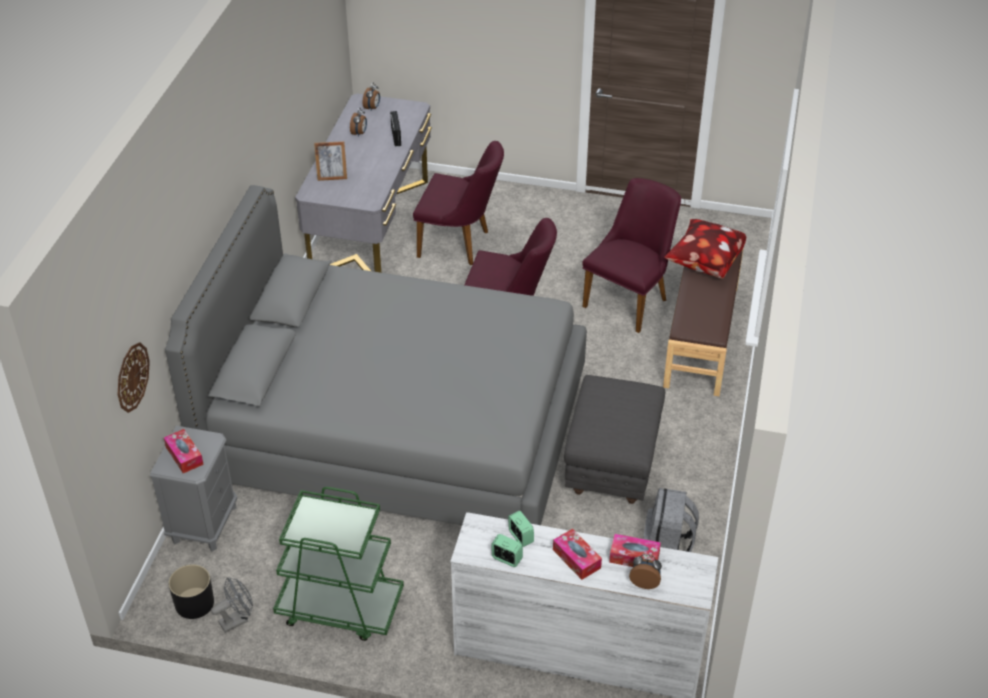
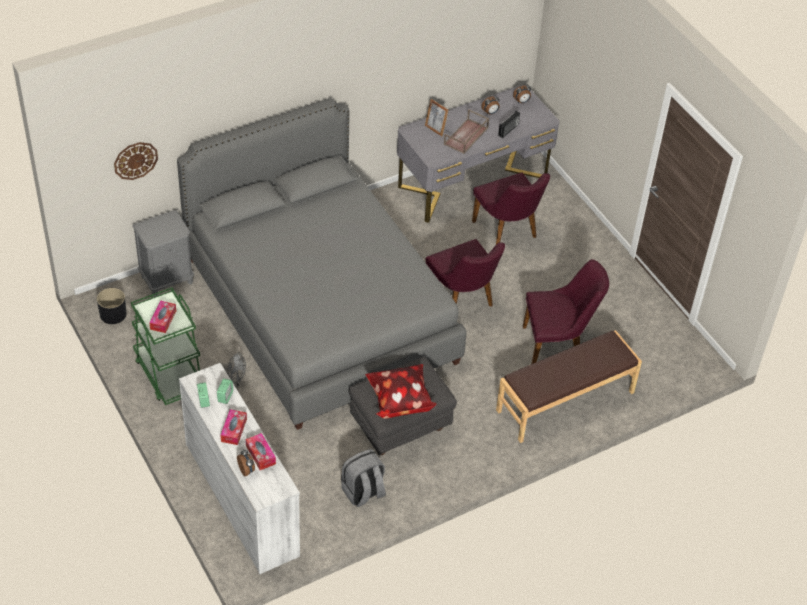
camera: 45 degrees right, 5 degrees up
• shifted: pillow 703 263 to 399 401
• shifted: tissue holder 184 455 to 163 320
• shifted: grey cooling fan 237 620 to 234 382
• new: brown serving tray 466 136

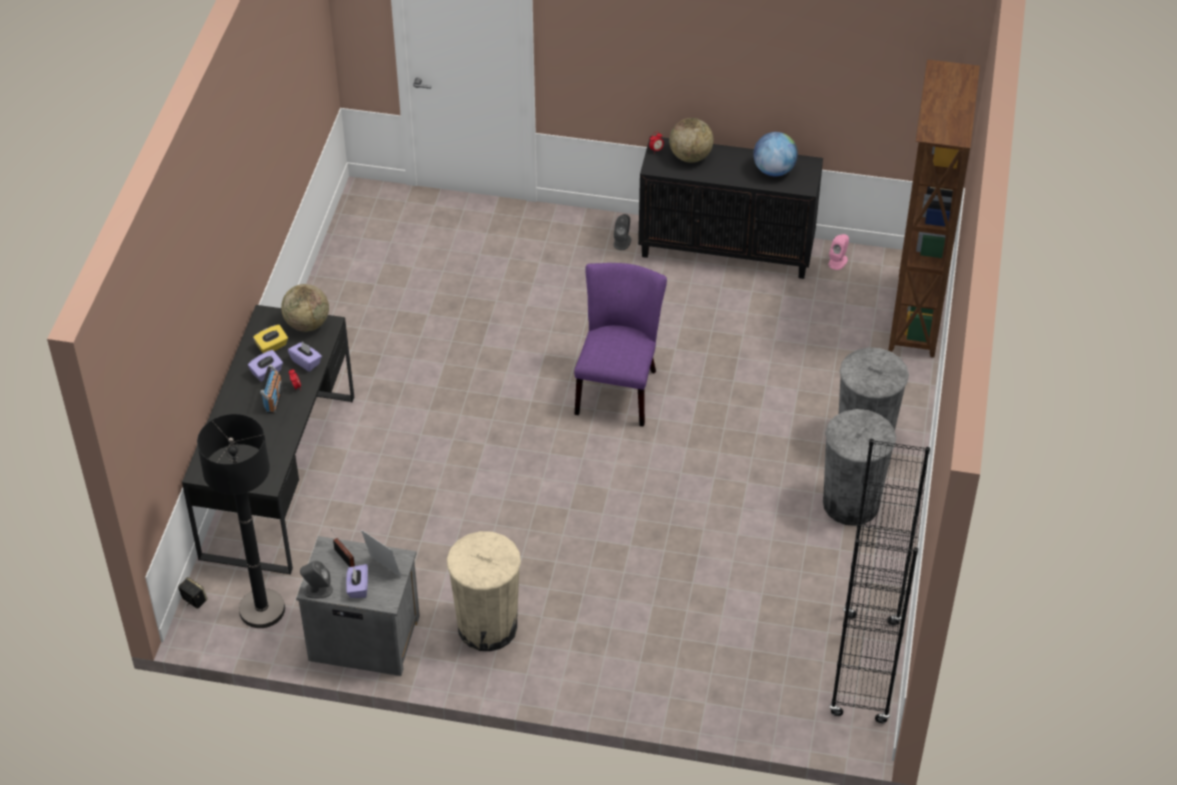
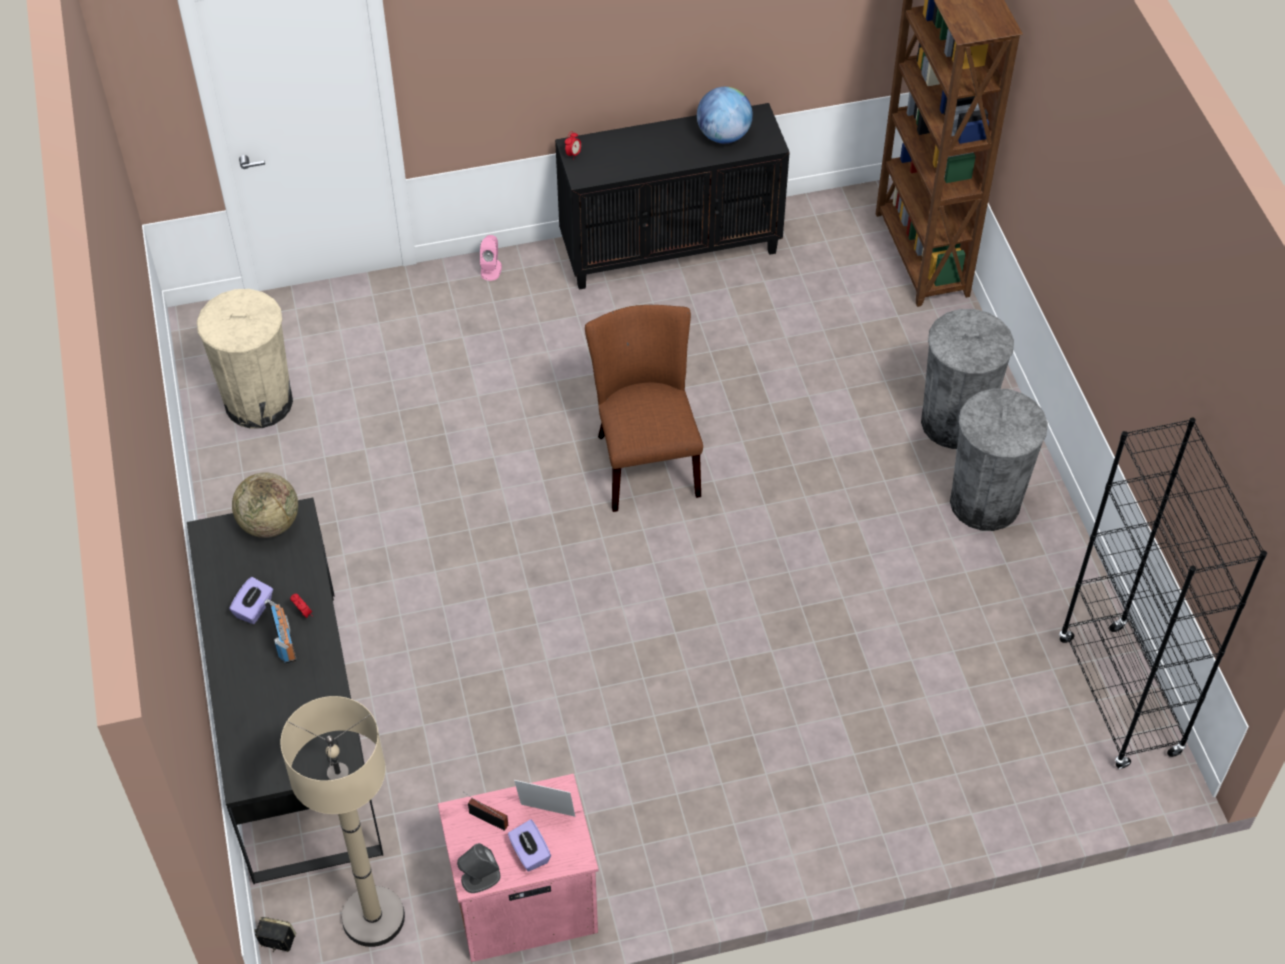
camera: 25 degrees left, 5 degrees up
• gone: world globe 690 156
• gone: grey audio speaker 622 241
• shifted: pink-coloured audio speaker 838 261 to 491 269
• repainted: purplish plain chair 618 388 to brown plain chair 644 459
• gone: yellow-coloured tissue holder 272 346
• gone: purplish tissue holder 306 362
• repainted: black-coloured standing lamp 262 609 to beige-coloured standing lamp 373 917
• shifted: beige-coloured waste bin 487 627 to 258 402
• repainted: grey bedside table 363 637 to pink-coloured bedside table 521 900

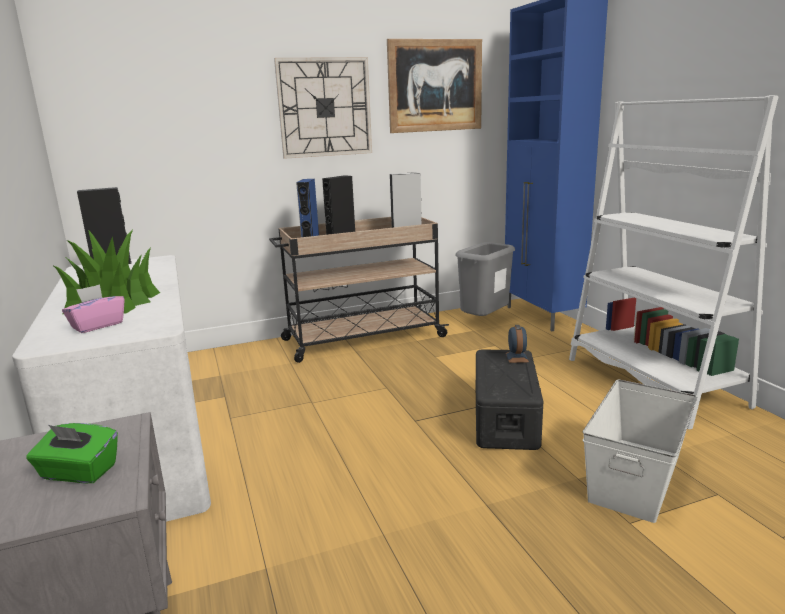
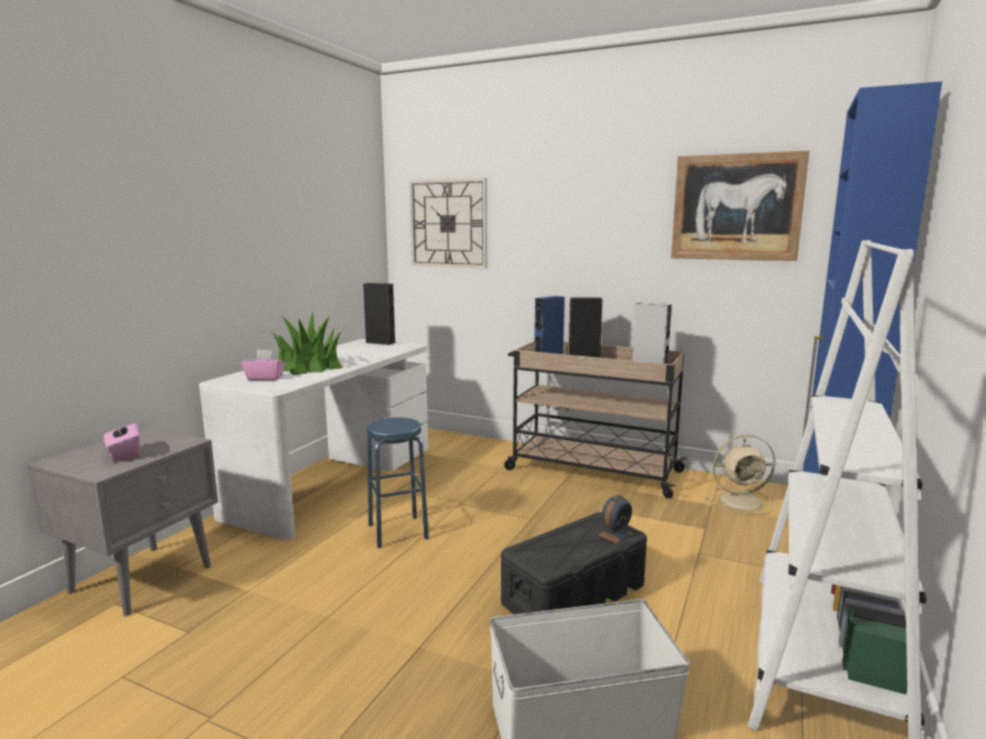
camera: 45 degrees right, 5 degrees down
• shifted: clock on the wall 324 107 to 448 223
• swapped: grey waste bin 484 322 to beige-coloured cooling fan 742 501
• repainted: green tissue holder 78 472 to pink-coloured tissue holder 124 454
• new: blue-coloured sitting stool 398 532

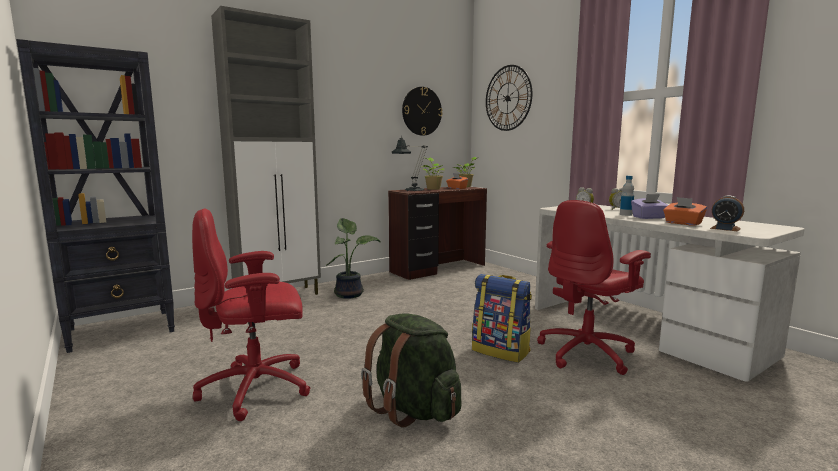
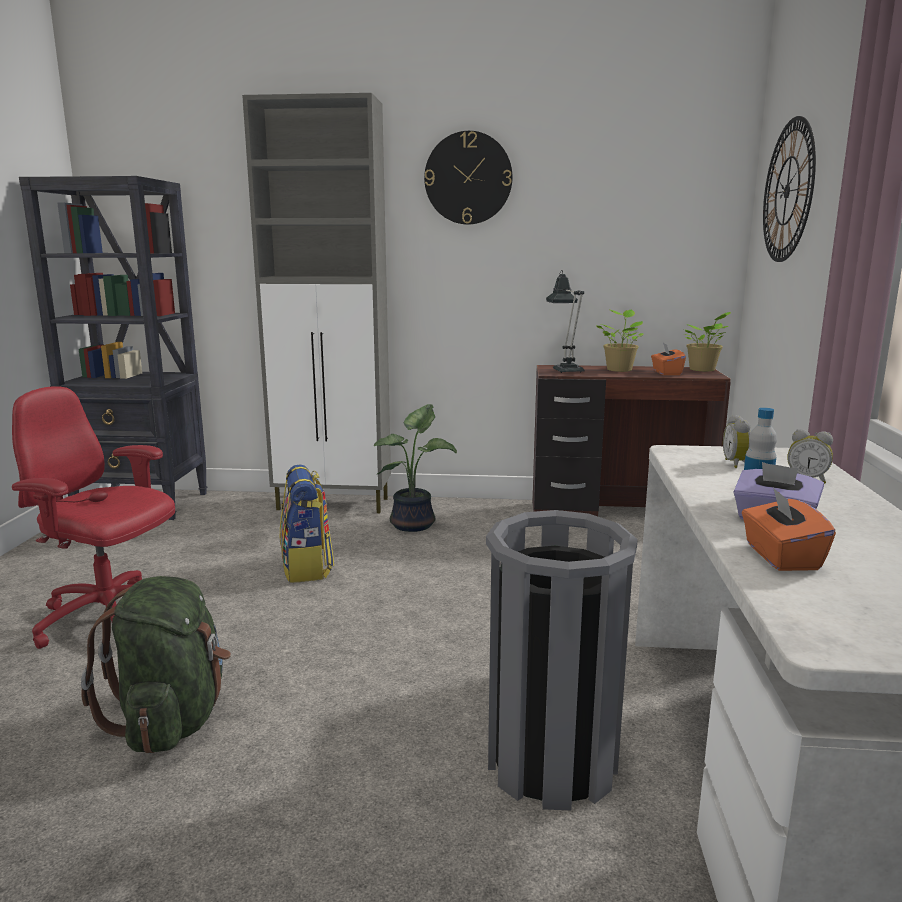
camera: 40 degrees right, 5 degrees up
• shifted: clock on the wall 421 111 to 468 178
• gone: alarm clock 725 228
• swapped: red office chair 587 353 to grey waste bin 551 763
• shifted: backpack 501 351 to 307 567

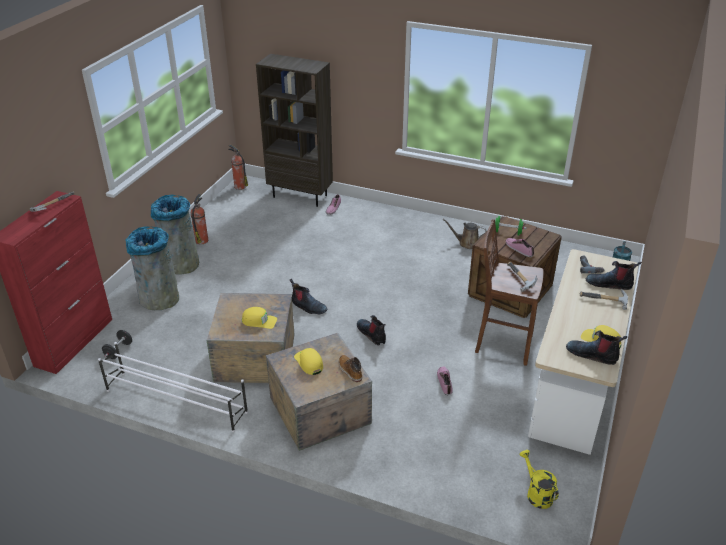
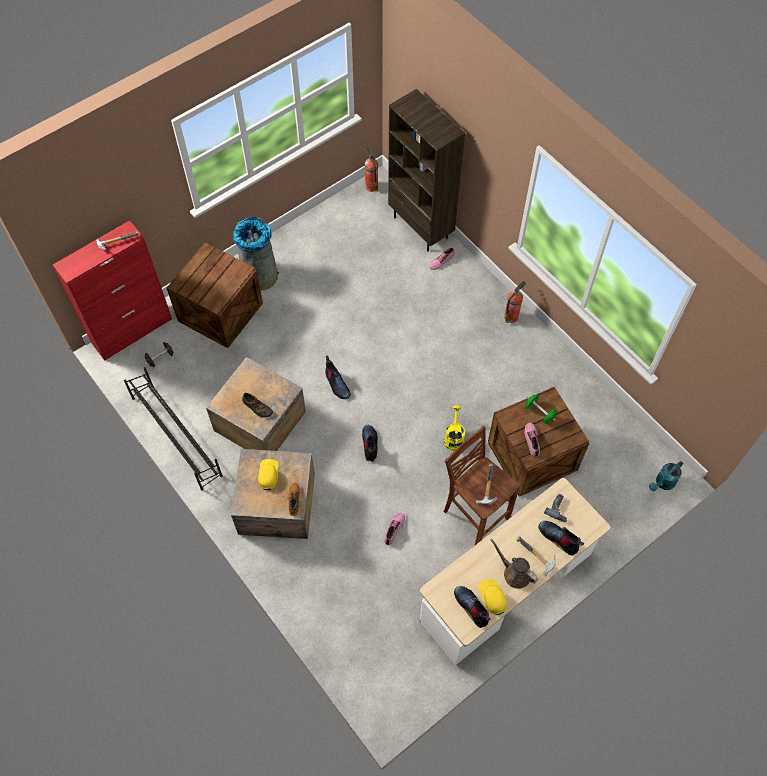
camera: 30 degrees right, 25 degrees up
• shifted: extinguisher 202 240 to 511 316
• shifted: brown watering pot 466 243 to 514 573
• swapped: grey waste bin 159 298 to packing crate 220 311
• swapped: yellow-coloured baseball cap 259 321 to brown shoe 257 407
• repainted: whitish shoe shelf 175 401 to black-coloured shoe shelf 176 435
• shifted: yellow-coloured watering pot 536 493 to 454 437

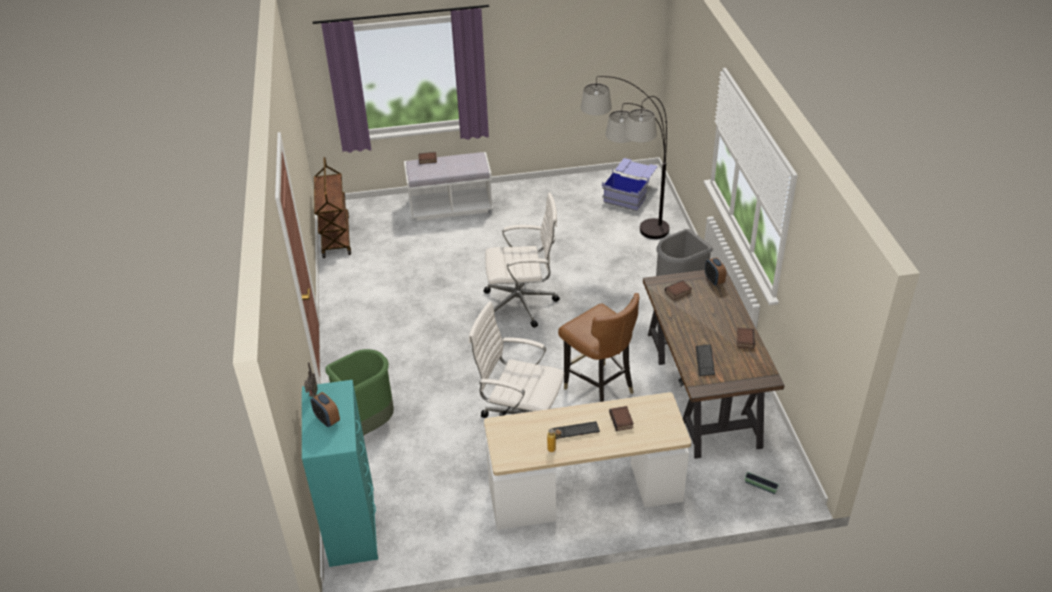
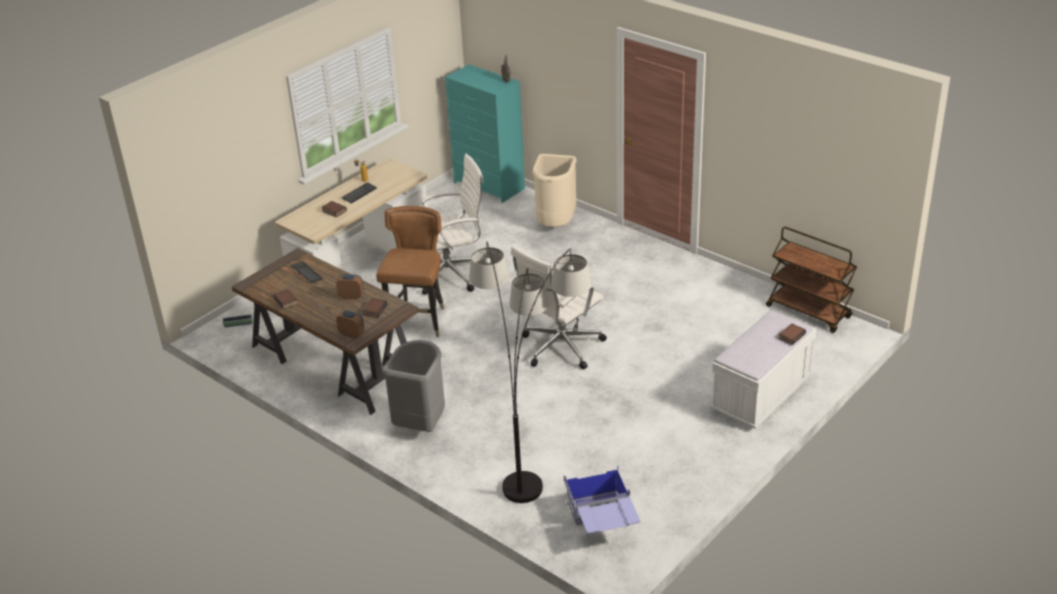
camera: 140 degrees right, 5 degrees down
• rotated: brown plain chair 599 388 = 418 322 90 degrees clockwise
• repainted: green waste bin 367 425 to beige-coloured waste bin 556 224
• shifted: alarm clock 327 420 to 351 296

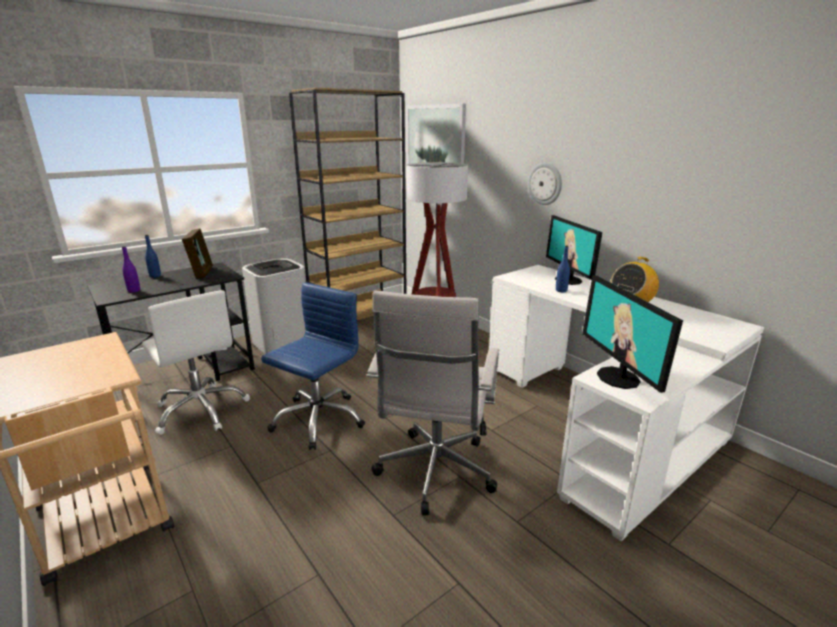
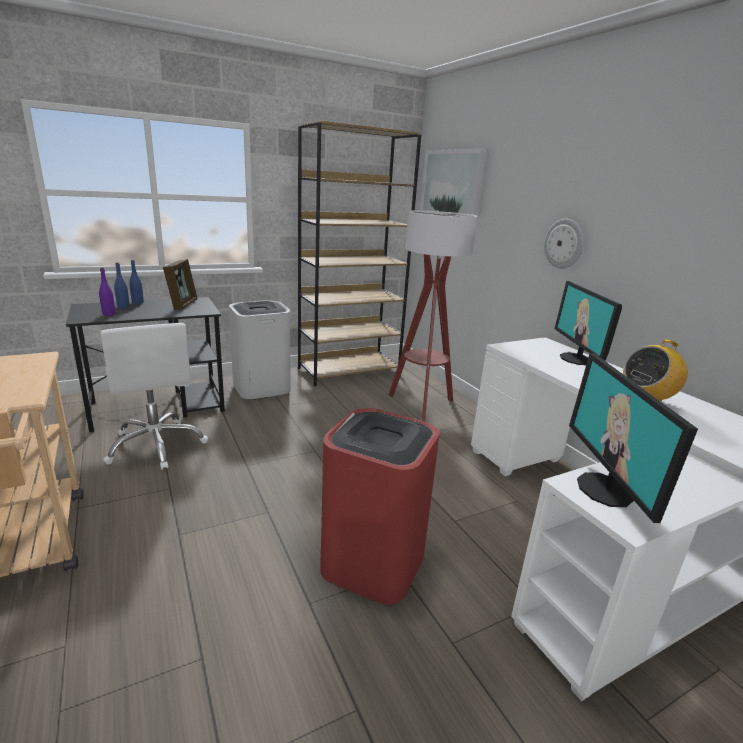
camera: 10 degrees right, 0 degrees up
• shifted: blue-coloured beverage bottle 561 290 to 123 307
• gone: blue-coloured office chair 318 419
• swapped: whitish office chair 434 474 to red waste bin 372 562

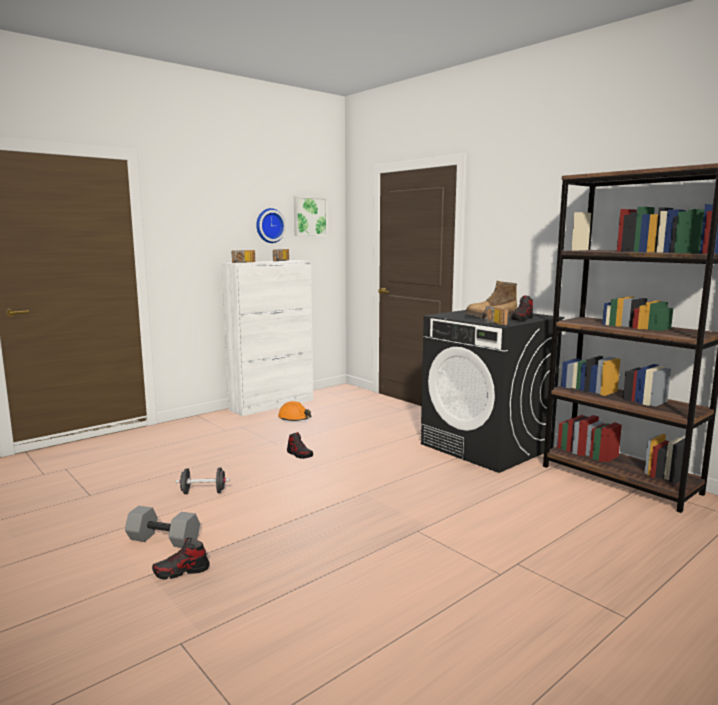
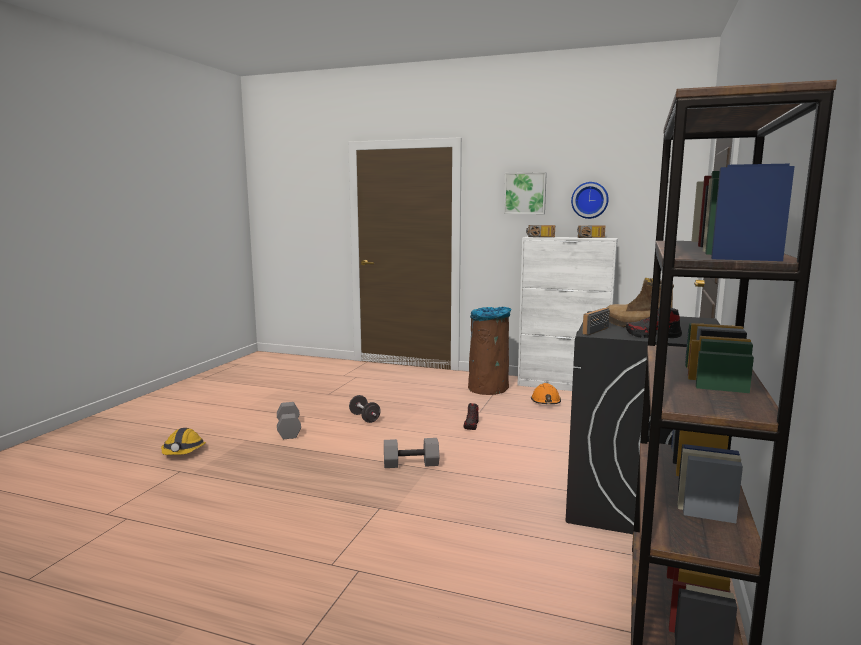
camera: 60 degrees right, 0 degrees up
• shifted: wall art 309 216 to 525 193
• gone: shoe 181 571
• new: brown waste bin 488 388
• new: work helmet 183 451
• new: grey free weight 410 464

